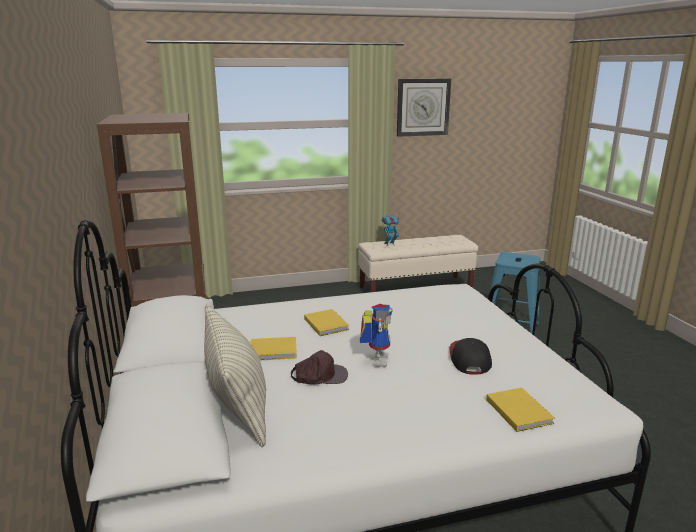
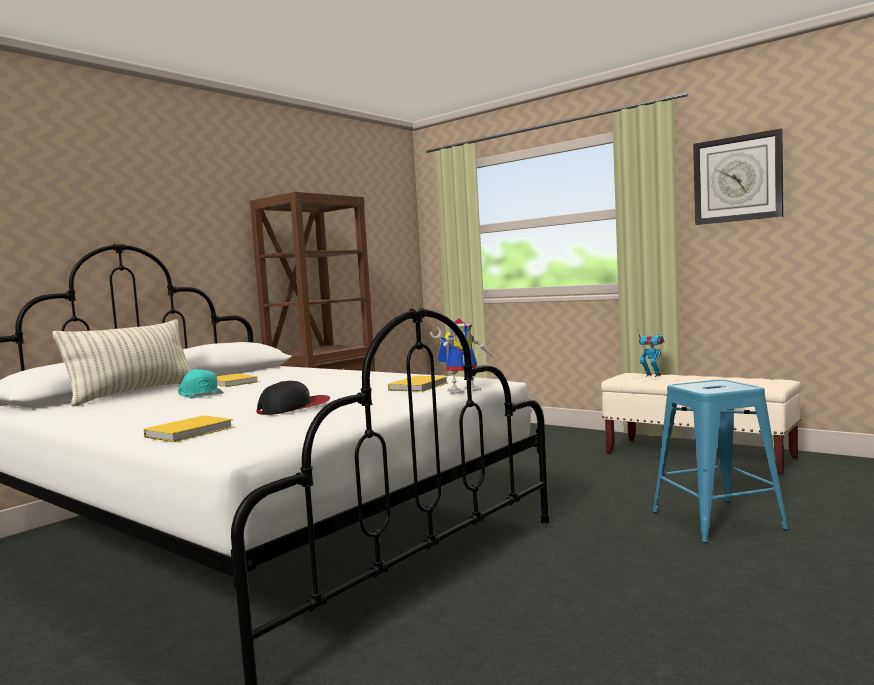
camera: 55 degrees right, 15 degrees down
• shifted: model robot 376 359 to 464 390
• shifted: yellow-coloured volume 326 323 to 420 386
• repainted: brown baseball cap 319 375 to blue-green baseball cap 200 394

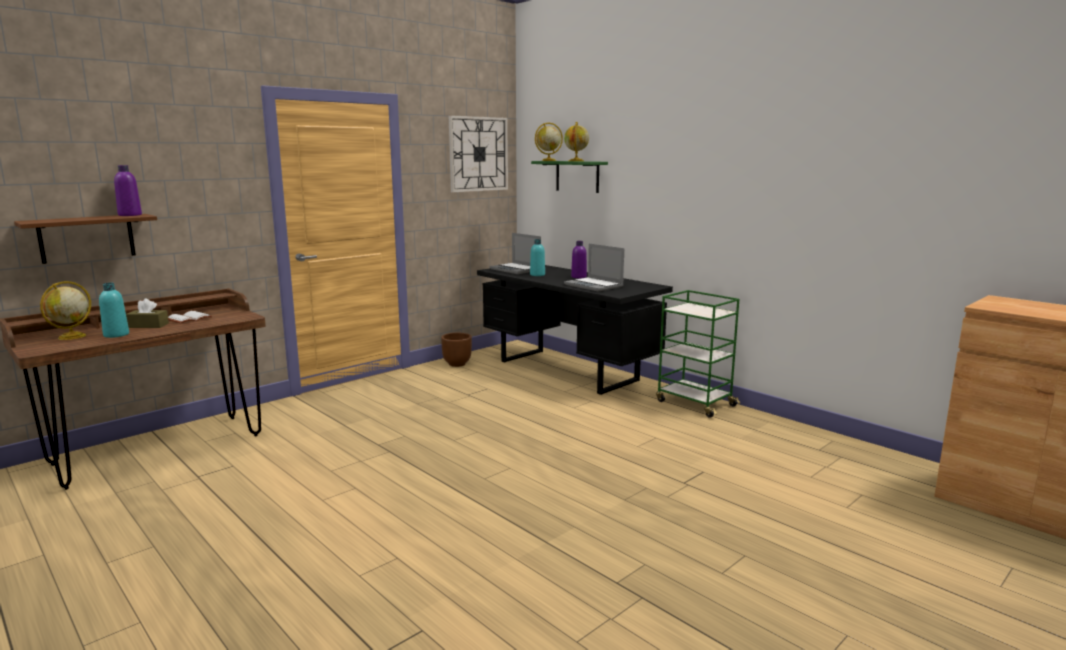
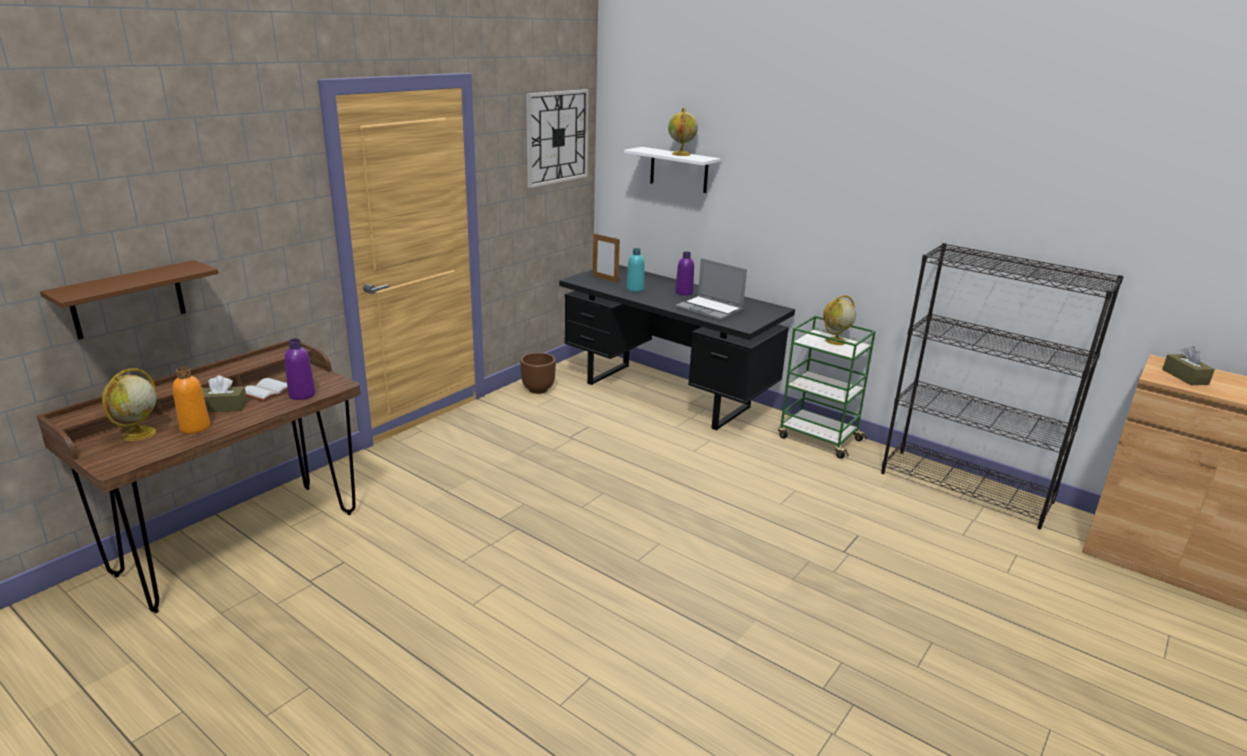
camera: 10 degrees left, 10 degrees up
• shifted: world globe 548 160 to 835 341
• repainted: green bracket shelf 577 176 to whitish bracket shelf 679 170
• shifted: purplish beverage bottle 130 215 to 302 395
• swapped: laptop 516 269 to picture frame 605 279
• repainted: blue-green beverage bottle 116 335 to orange beverage bottle 195 427
• new: black-coloured bookcase 966 487
• new: brown tissue holder 1185 377

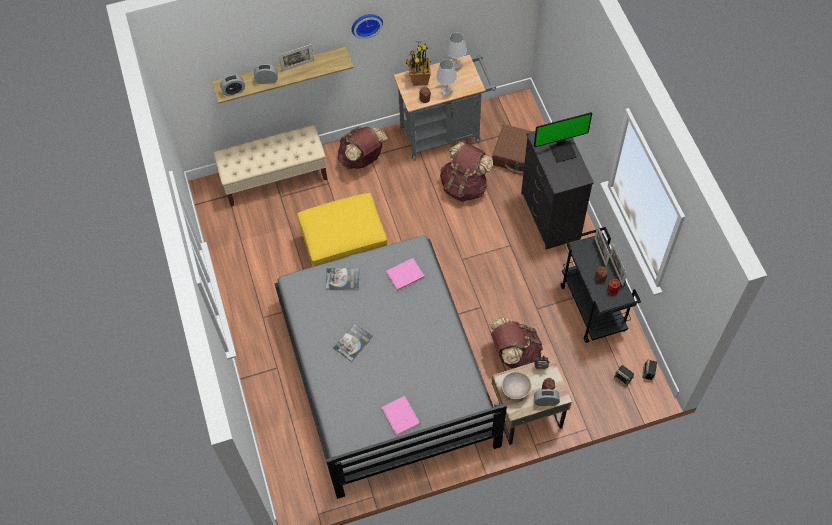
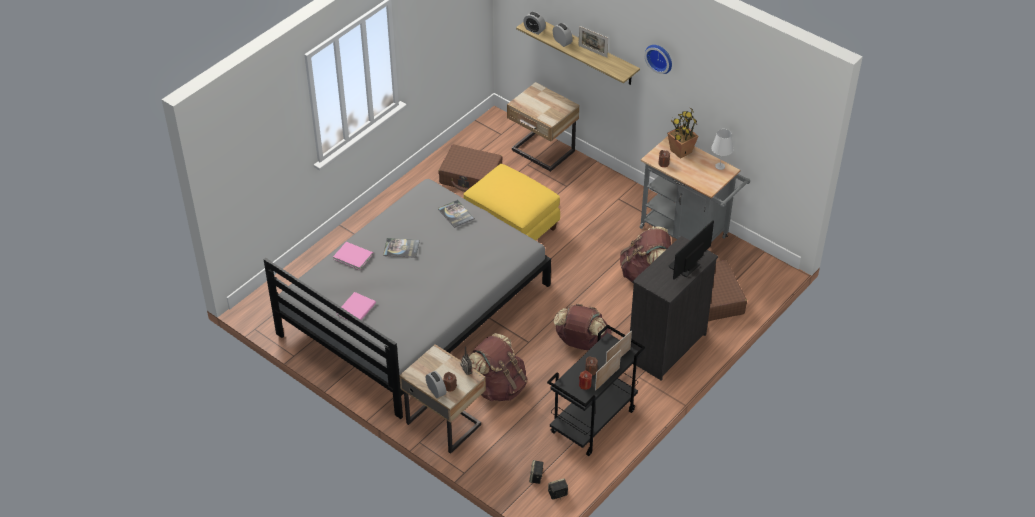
camera: 55 degrees right, 15 degrees down
• gone: whitish tabletop lamp 446 91
• rotated: computer display 562 150 = 685 267 90 degrees clockwise
• swapped: beige-coloured indoor bench 275 178 to beige-coloured bedside table 542 152
• shifted: brown backpack 362 159 to 581 343
• shifted: pink-coloured volume 403 274 to 352 255
• gone: beige-coloured deep dish 515 391
• new: brown suitcase 471 177

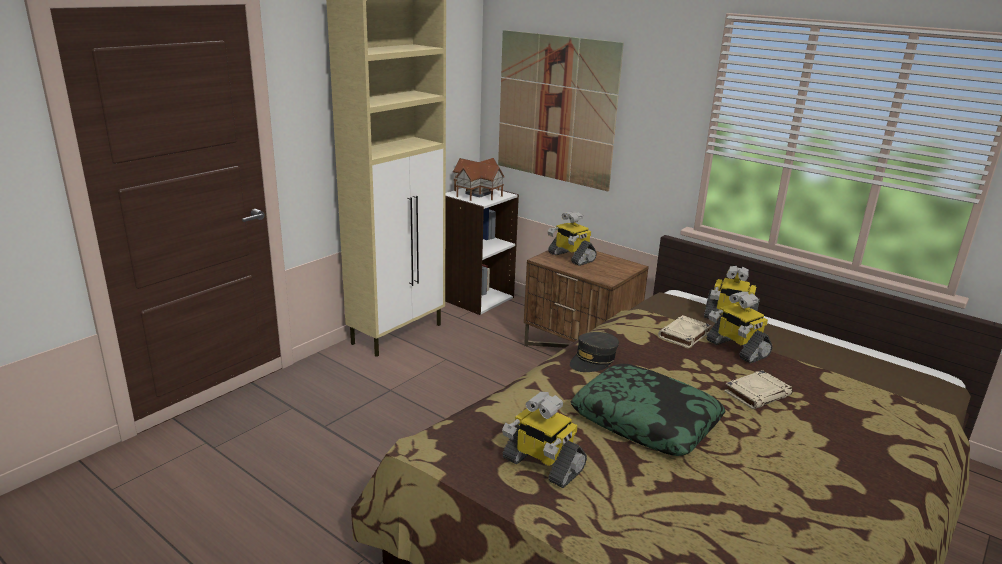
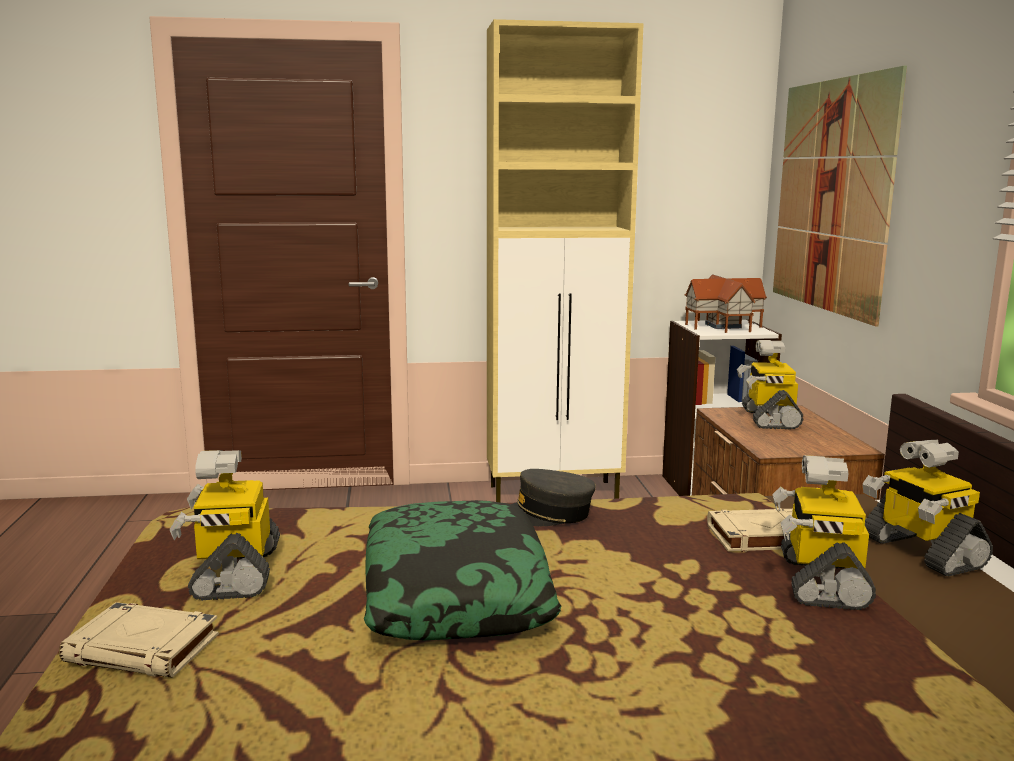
camera: 45 degrees right, 10 degrees down
• shifted: beige-coloured volume 757 393 to 144 649

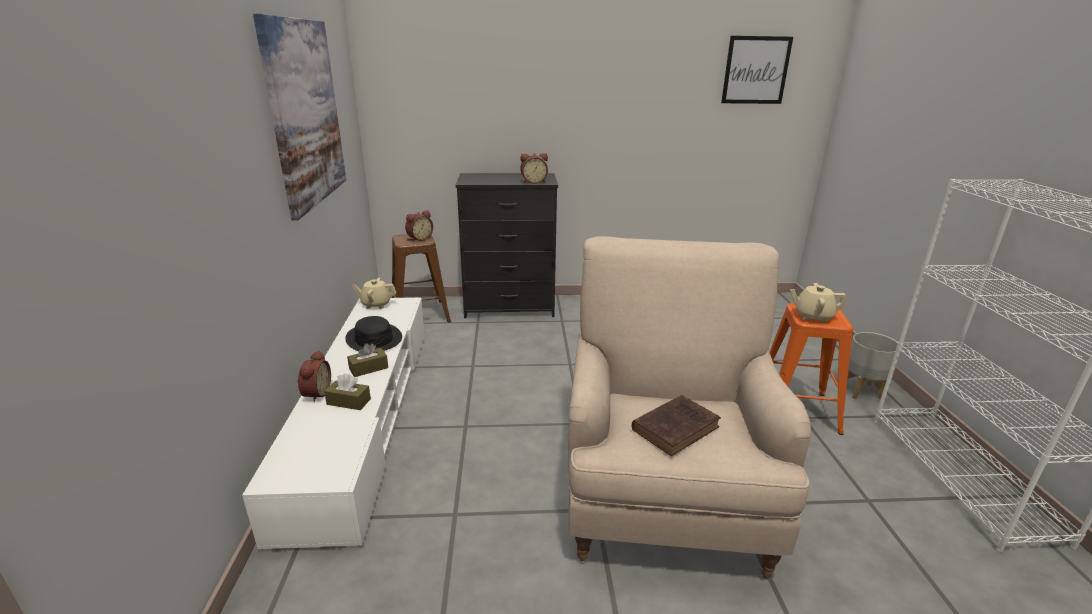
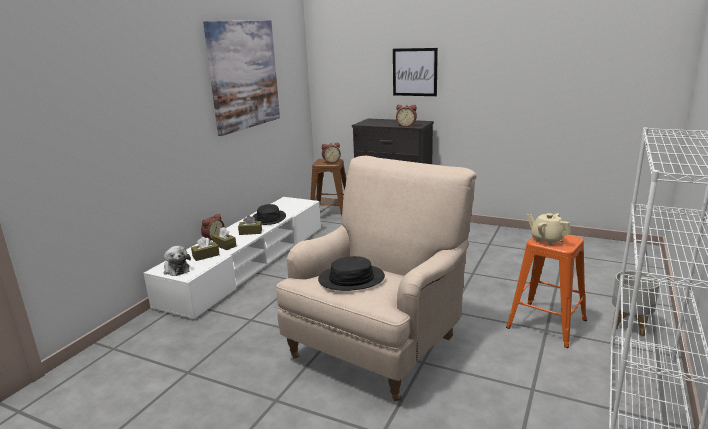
camera: 30 degrees right, 5 degrees down
• shifted: wall art 756 70 to 414 72
• gone: beige-coloured tea pot 376 304
• swapped: brown volume 677 427 to black-coloured clothing hat 351 279
• new: brown tissue holder 206 256
• new: soft toy 176 269

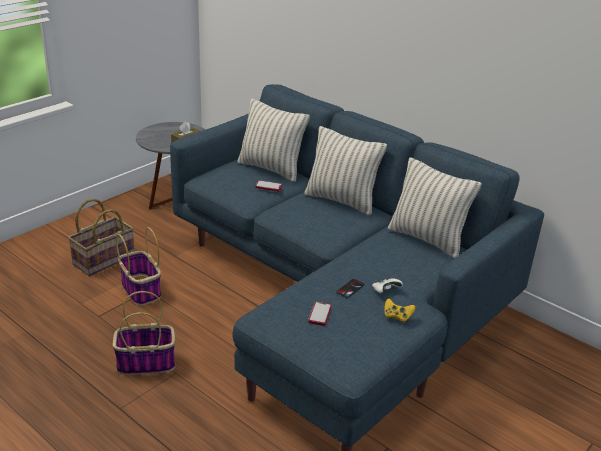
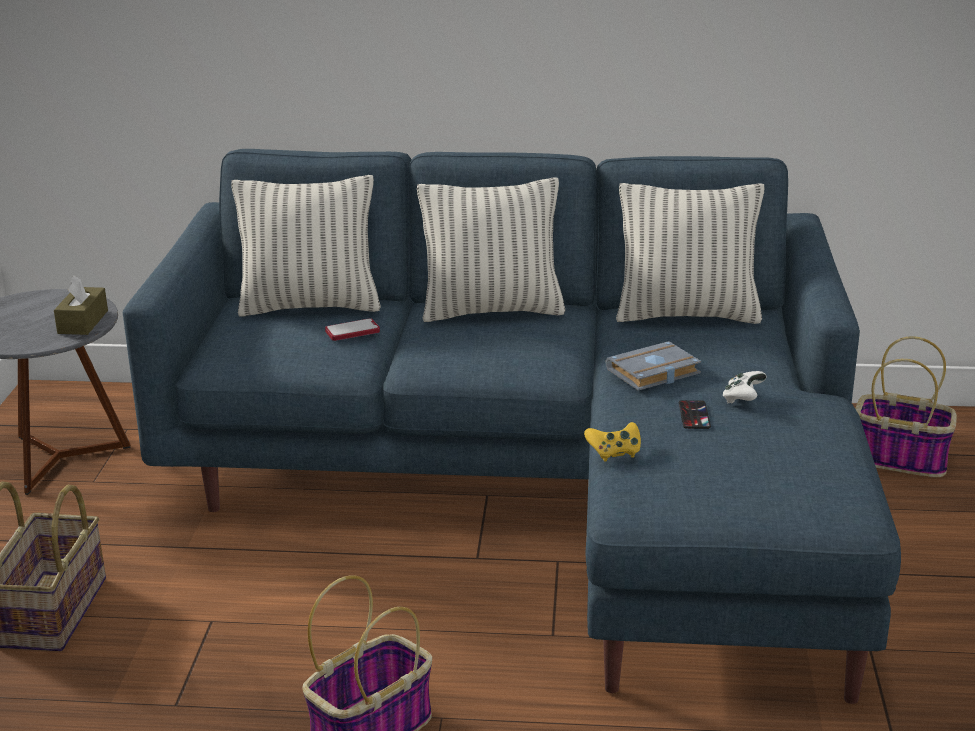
camera: 35 degrees left, 5 degrees down
• shifted: storage basket 141 290 to 901 459
• shifted: yellow-coloured game controller 397 316 to 614 453
• gone: phone 320 314
• new: grey volume 653 373

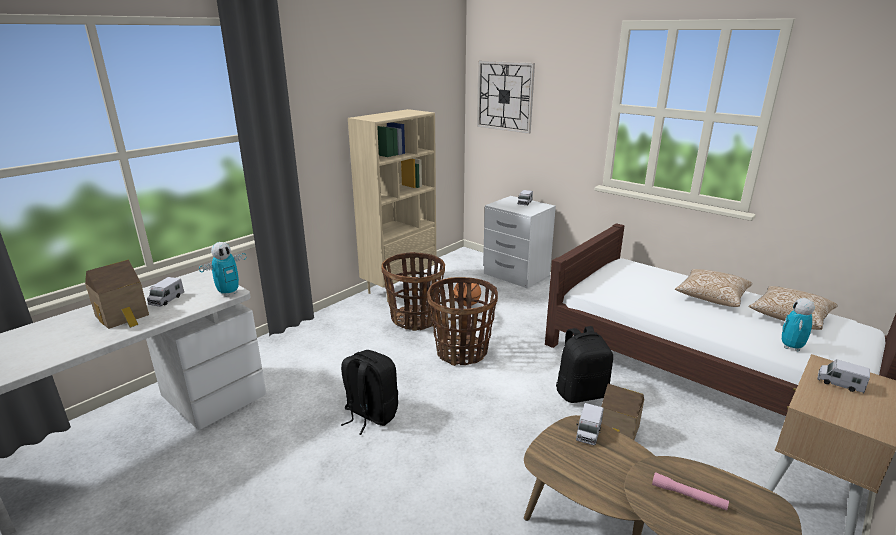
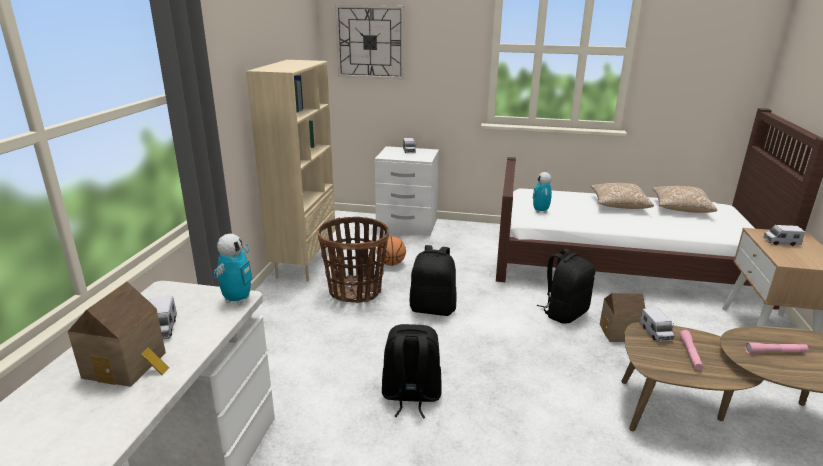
camera: 30 degrees left, 0 degrees up
• swapped: storage basket 462 352 to black-coloured backpack 433 308
• shifted: model robot 791 347 to 540 211
• new: pink-coloured flashlight 690 354

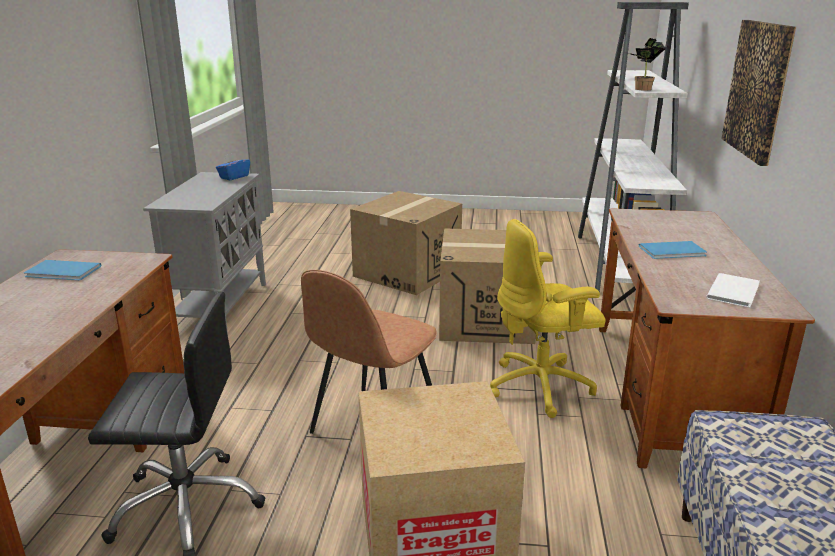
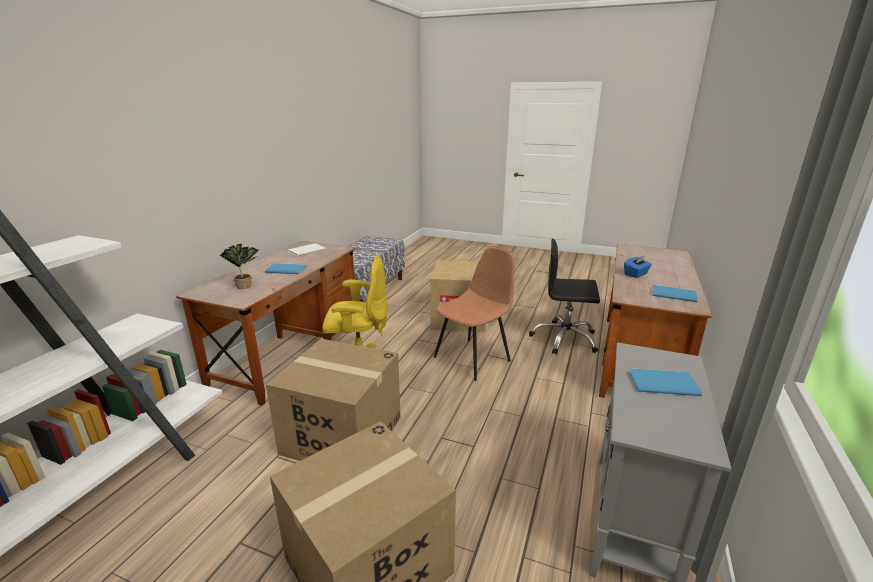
camera: 165 degrees left, 0 degrees up
• gone: wall art 758 89
• shifted: plant in a pot 643 89 to 245 285
• shifted: blue-coloured tissue holder 234 177 to 636 274
• new: blue-coloured volume 661 382

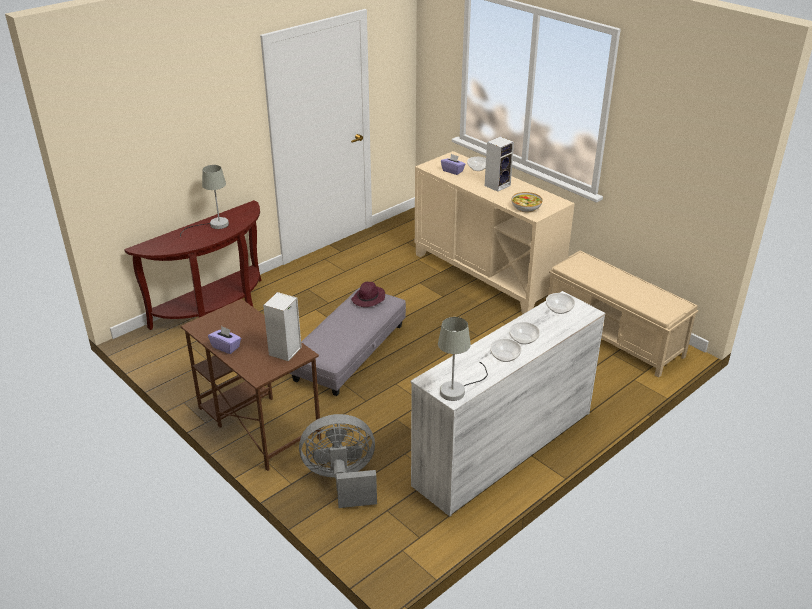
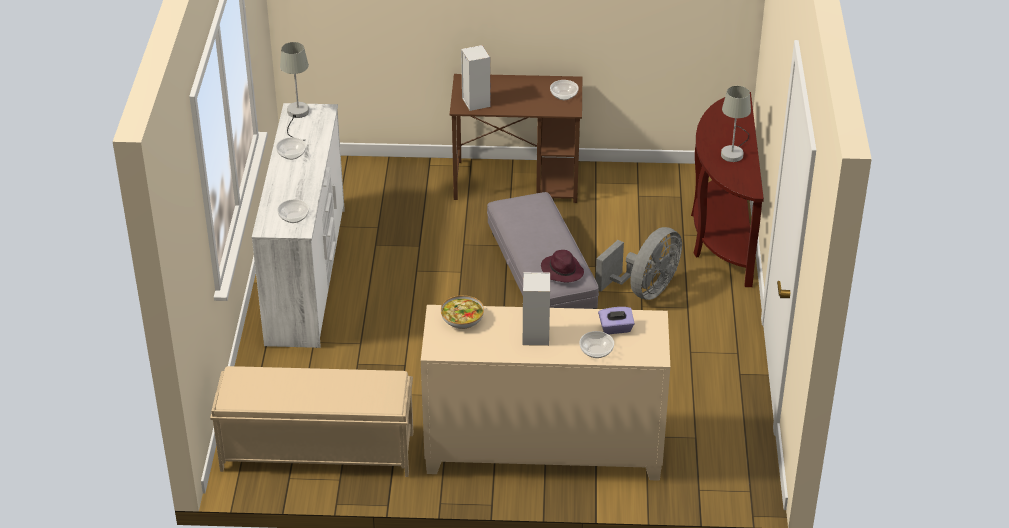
camera: 135 degrees right, 5 degrees up
• shifted: deep dish 523 339 to 564 95
• gone: purplish tissue holder 226 347
• shifted: grey cooling fan 342 480 to 644 290

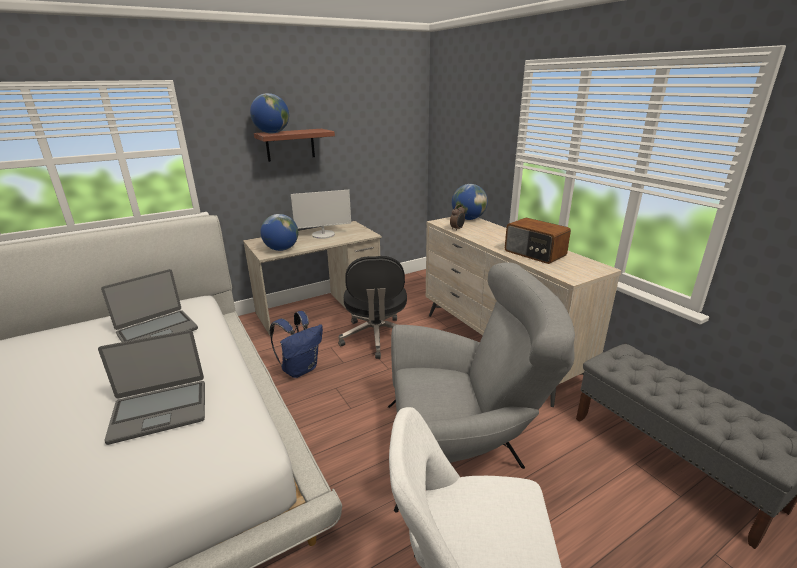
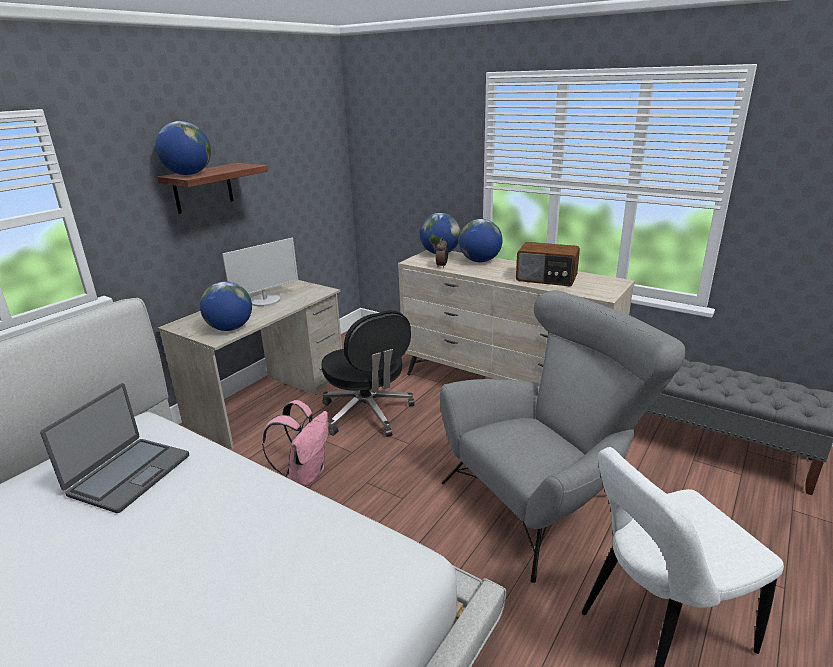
camera: 25 degrees left, 0 degrees up
• repainted: blue-coloured backpack 300 369 to pink-coloured backpack 305 475
• gone: laptop 160 410
• new: world globe 480 261

